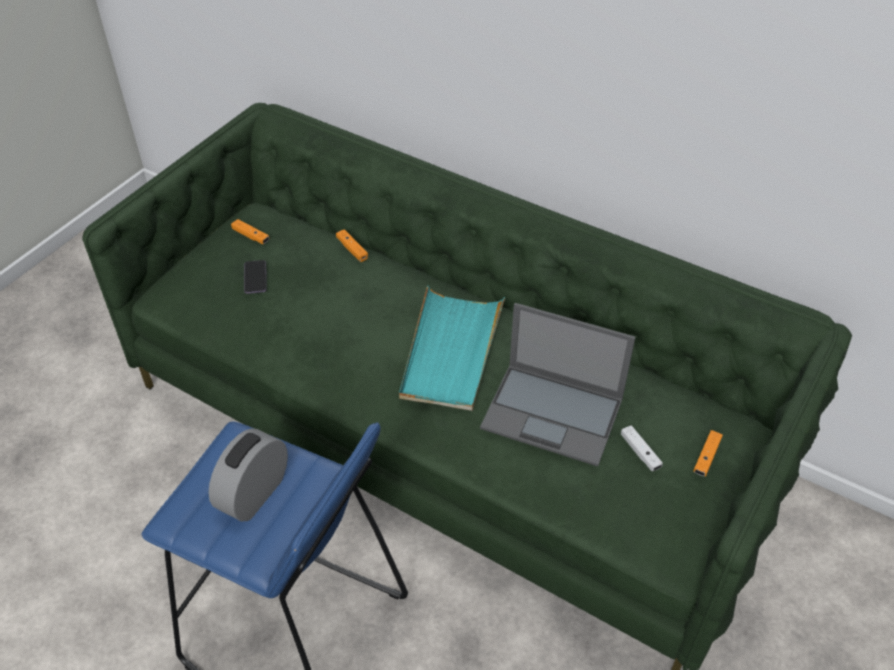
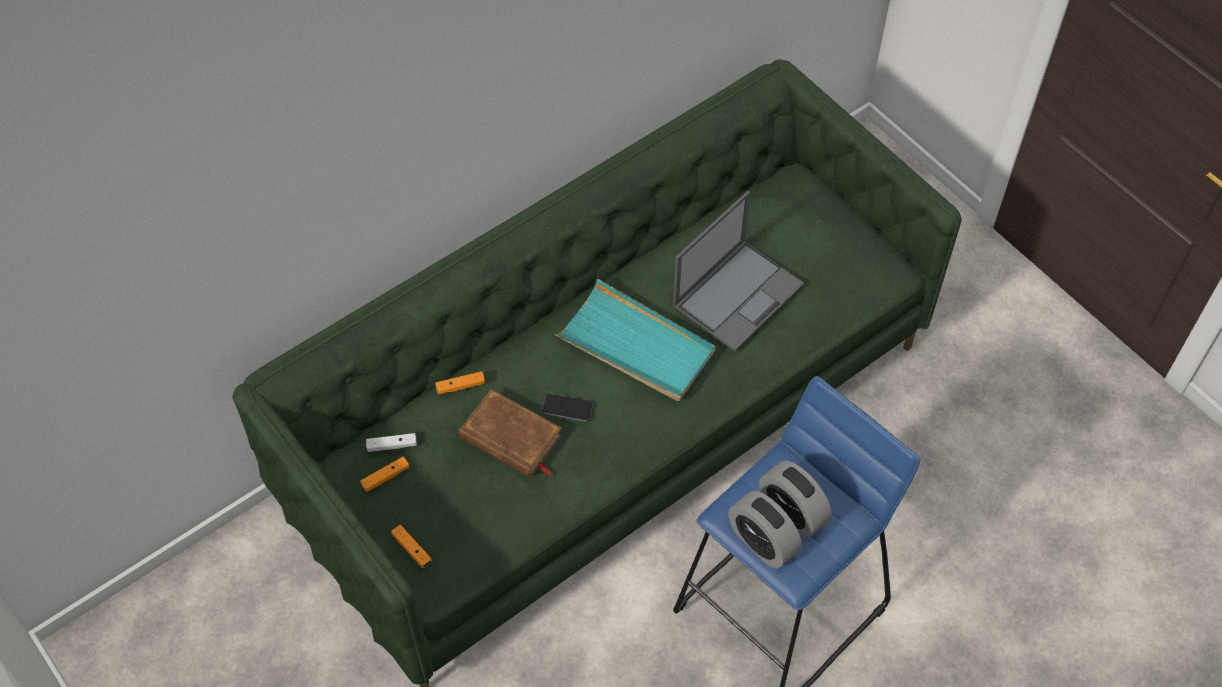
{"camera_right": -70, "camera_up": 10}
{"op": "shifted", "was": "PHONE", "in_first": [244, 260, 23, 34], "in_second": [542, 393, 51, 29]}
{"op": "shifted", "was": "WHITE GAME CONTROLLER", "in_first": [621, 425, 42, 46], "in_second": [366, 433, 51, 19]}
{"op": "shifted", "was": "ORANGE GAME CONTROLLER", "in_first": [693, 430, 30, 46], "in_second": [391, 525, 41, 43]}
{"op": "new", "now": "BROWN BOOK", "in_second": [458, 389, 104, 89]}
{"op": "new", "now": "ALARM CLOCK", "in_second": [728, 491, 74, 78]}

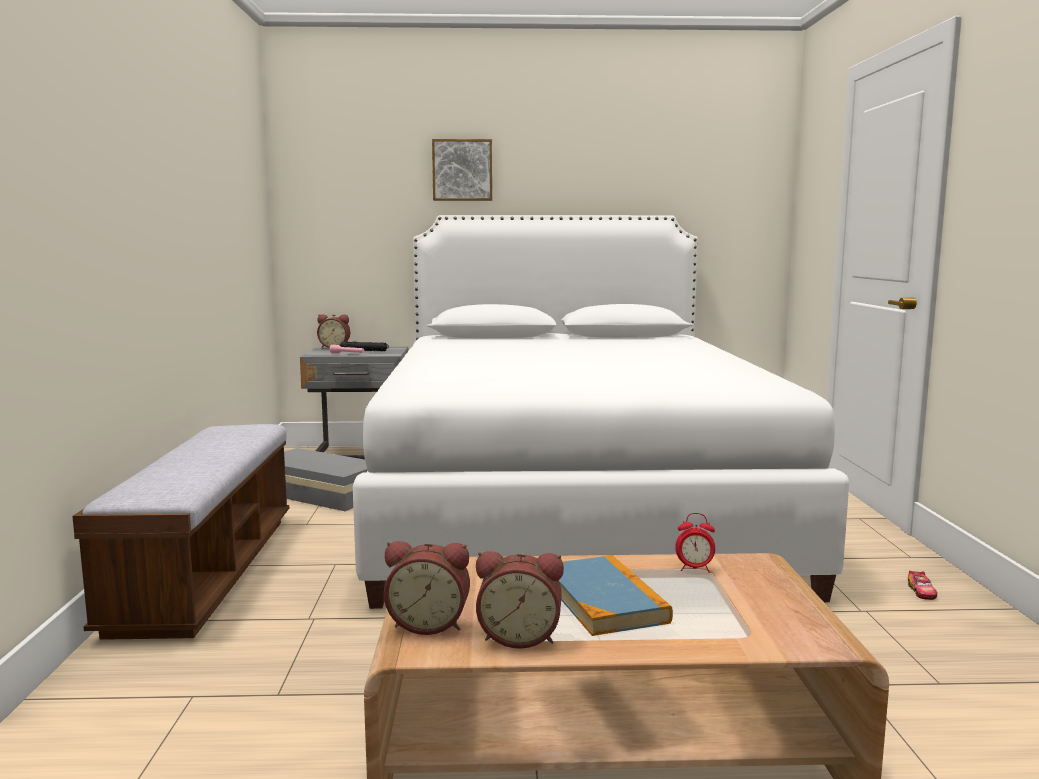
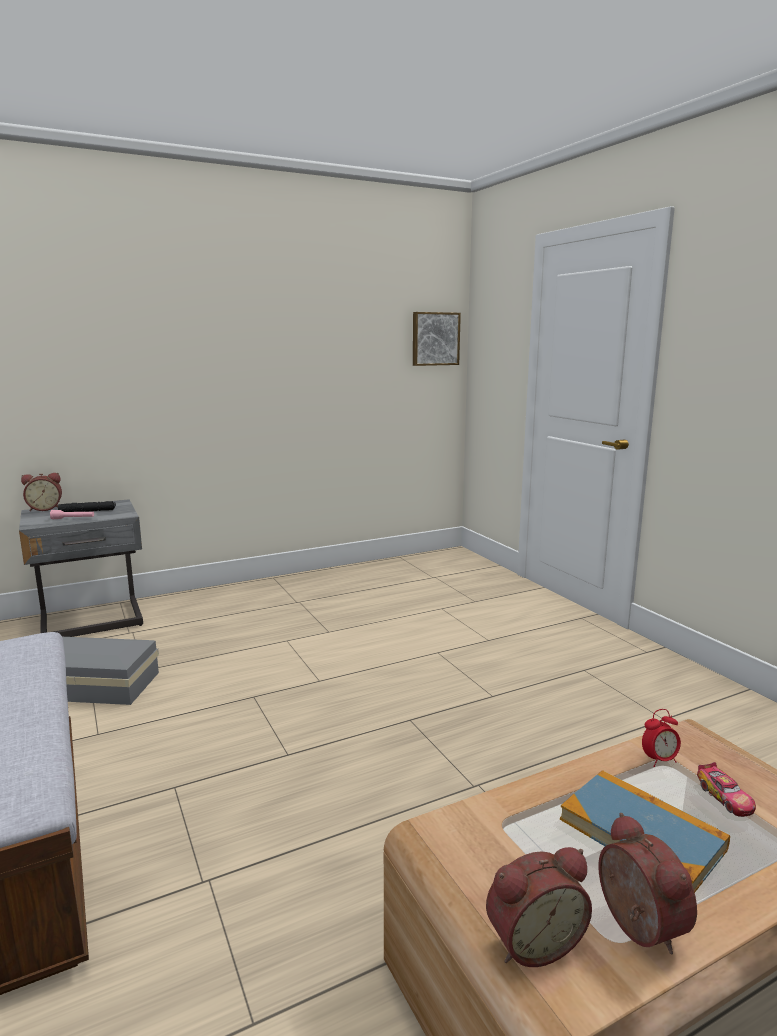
{"camera_right": -25, "camera_up": 5}
{"op": "gone", "was": "WHITE BED", "in_first": [353, 215, 496, 394]}
{"op": "shifted", "was": "PICTURE", "in_first": [432, 139, 60, 62], "in_second": [413, 312, 48, 54]}
{"op": "rotated", "was": "ALARM CLOCK", "in_first": [476, 551, 88, 98], "in_second": [598, 813, 99, 141], "clockwise": -90}
{"op": "shifted", "was": "TOY CAR", "in_first": [908, 571, 29, 29], "in_second": [697, 762, 59, 55]}

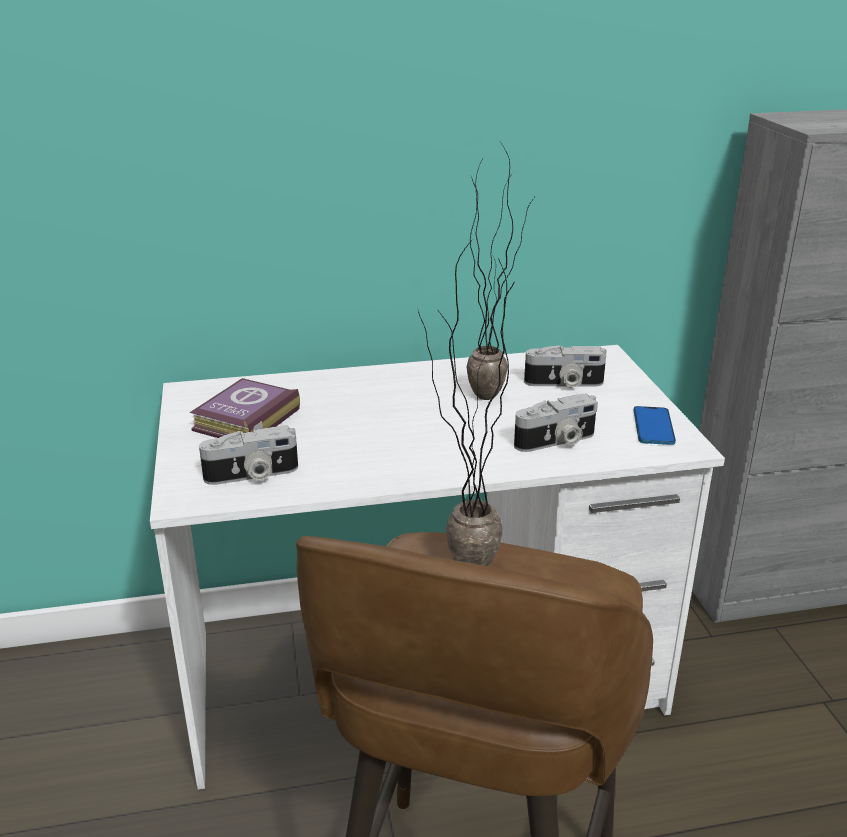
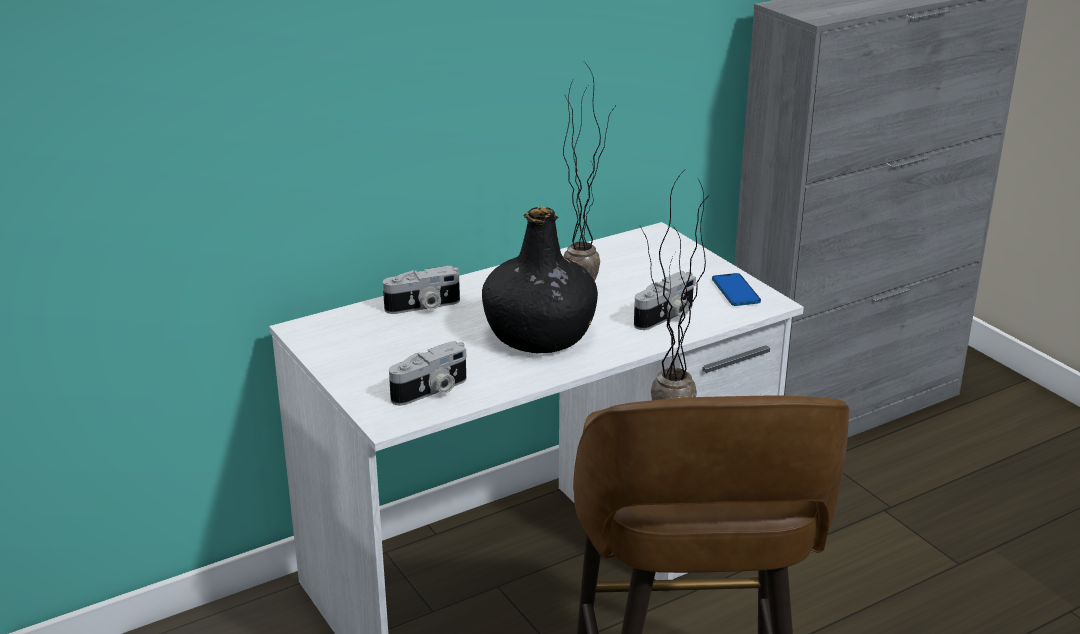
{"camera_right": -20, "camera_up": 0}
{"op": "gone", "was": "BOOK", "in_first": [189, 378, 111, 60]}
{"op": "shifted", "was": "PHOTO CAMERA", "in_first": [524, 345, 83, 43], "in_second": [383, 266, 77, 48]}
{"op": "new", "now": "BLACK BOTTLE", "in_second": [482, 206, 116, 147]}

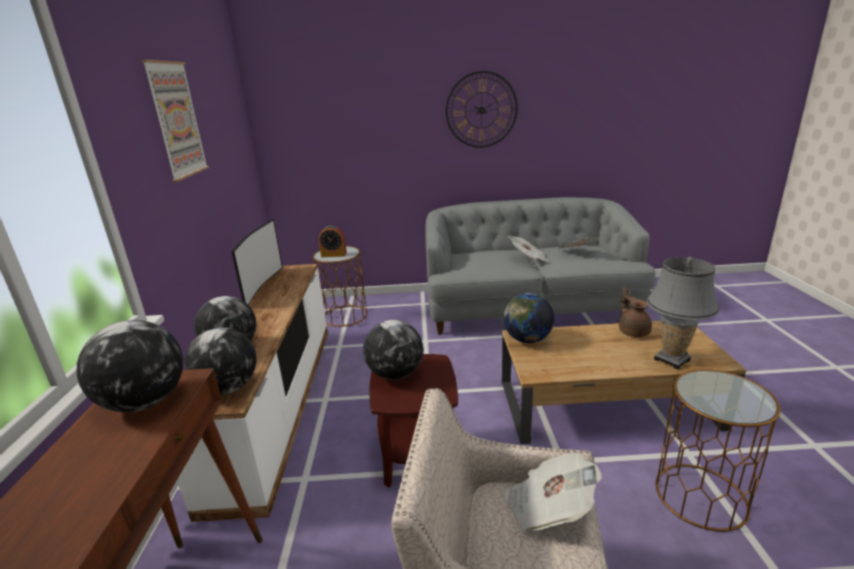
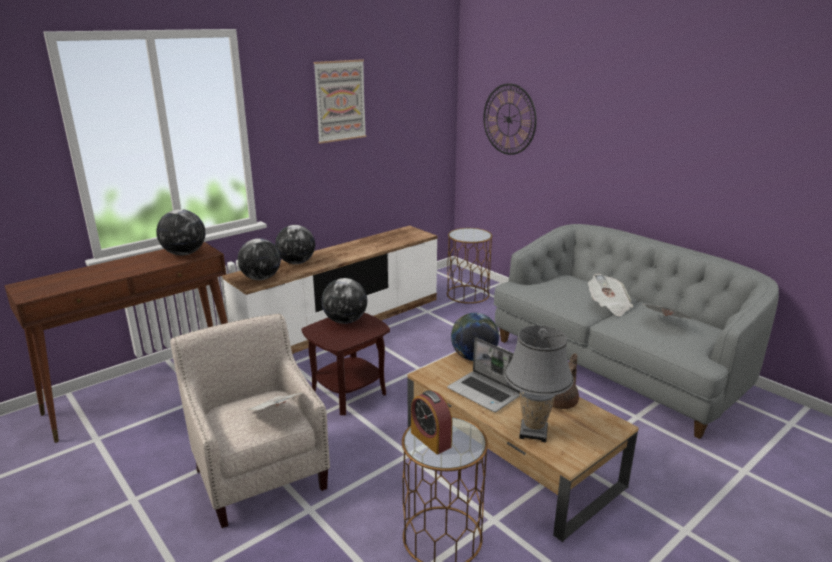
{"camera_right": 50, "camera_up": 0}
{"op": "gone", "was": "TELEVISION", "in_first": [232, 219, 51, 86]}
{"op": "shifted", "was": "ALARM CLOCK", "in_first": [319, 225, 28, 32], "in_second": [411, 390, 41, 64]}
{"op": "shifted", "was": "WALL CLOCK", "in_first": [446, 71, 72, 77], "in_second": [483, 83, 54, 72]}
{"op": "new", "now": "LAPTOP", "in_second": [447, 337, 73, 75]}

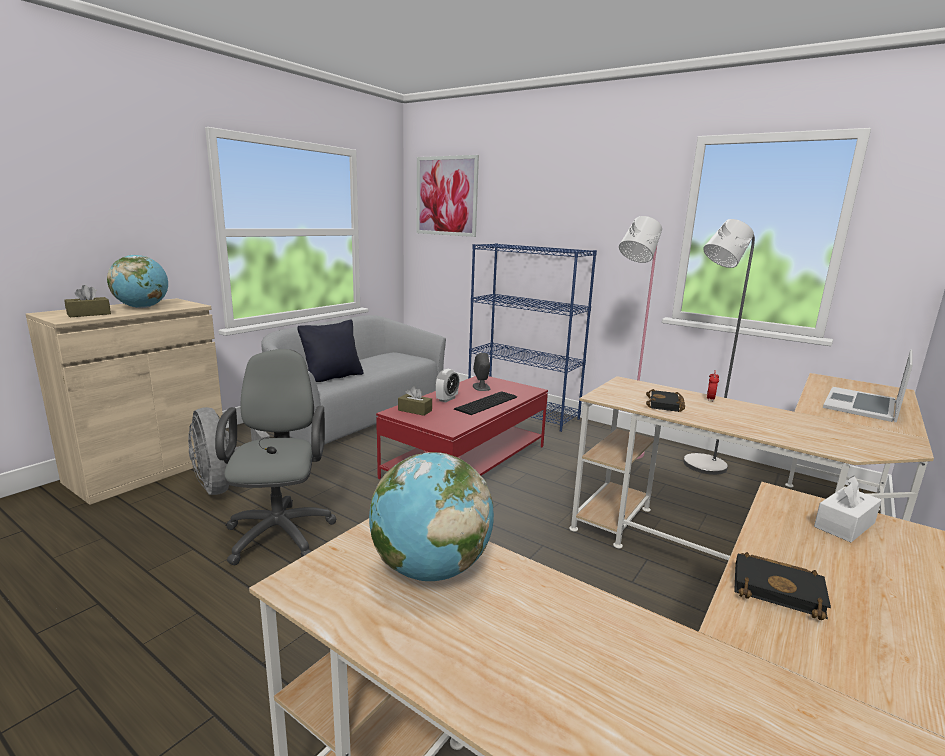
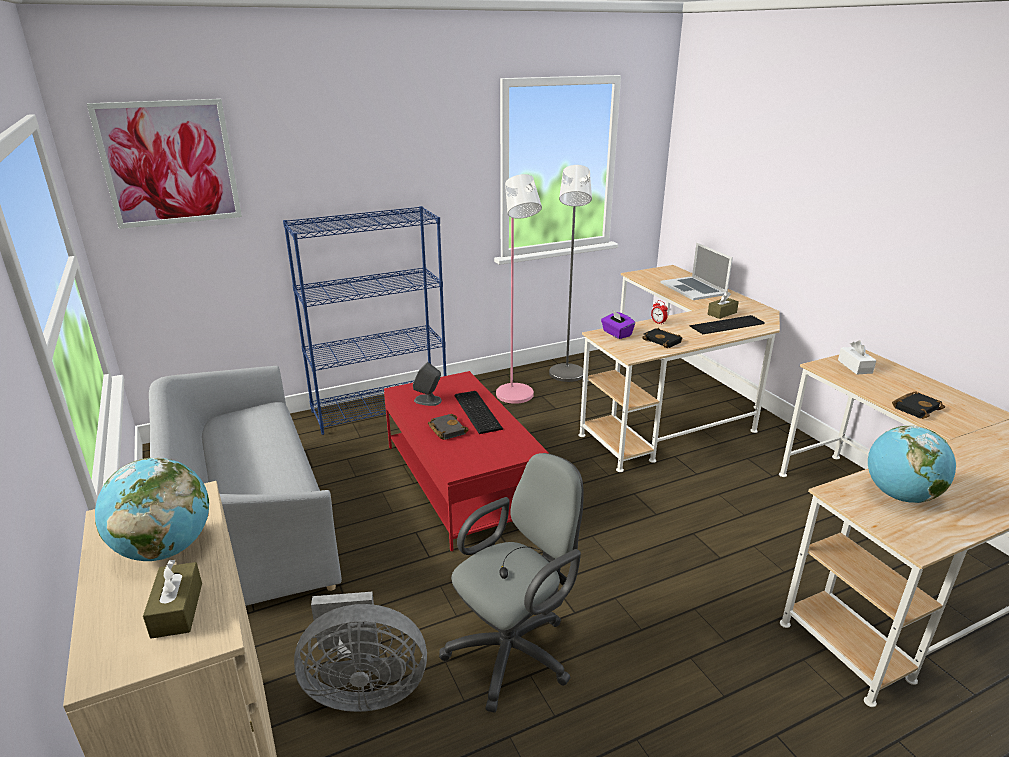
{"camera_right": -60, "camera_up": 10}
{"op": "rotated", "was": "GREY OFFICE CHAIR", "in_first": [215, 349, 122, 216], "in_second": [439, 453, 145, 260], "clockwise": 120}
{"op": "gone", "was": "BLACK PILLOW", "in_first": [297, 320, 67, 62]}
{"op": "shifted", "was": "BROWN TISSUE BOX", "in_first": [398, 386, 34, 30], "in_second": [708, 291, 31, 28]}
{"op": "swapped", "was": "ALARM CLOCK", "now": "BLACK BOOK", "in_first": [435, 369, 25, 33], "in_second": [428, 414, 41, 26]}
{"op": "new", "now": "PURPLE TISSUE BOX", "in_second": [601, 310, 34, 29]}
{"op": "new", "now": "KEYBOARD", "in_second": [689, 315, 76, 19]}

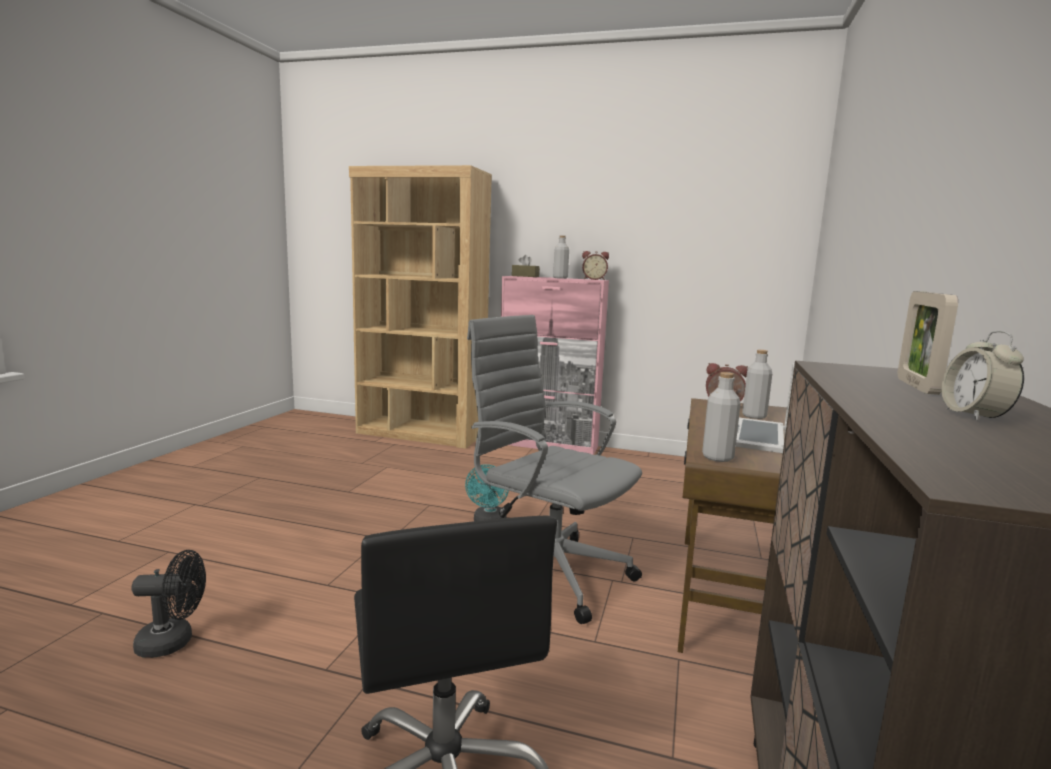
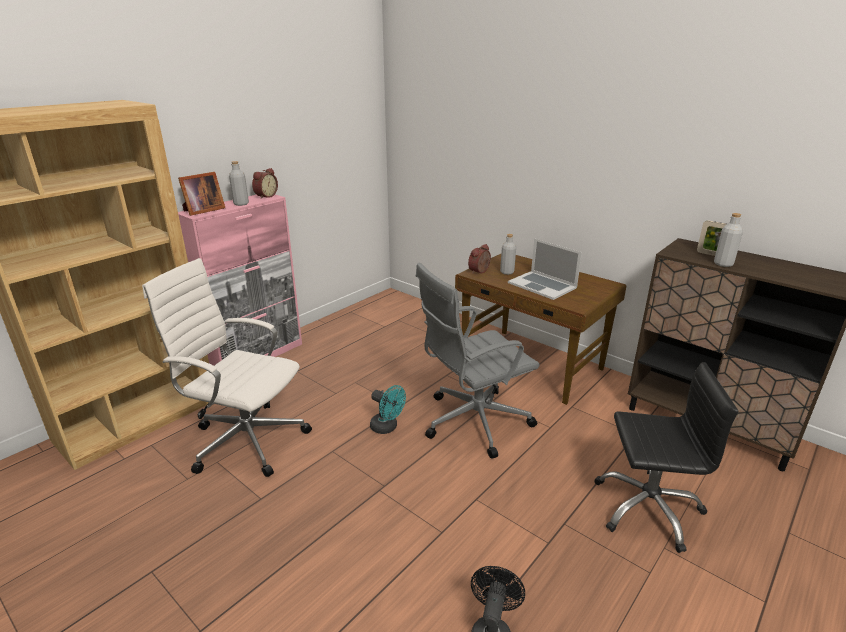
{"camera_right": -65, "camera_up": 15}
{"op": "swapped", "was": "BROWN TISSUE BOX", "now": "PICTURE FRAME", "in_first": [512, 255, 27, 22], "in_second": [178, 172, 47, 44]}
{"op": "shifted", "was": "GREY BOTTLE", "in_first": [702, 372, 39, 90], "in_second": [714, 213, 29, 54]}
{"op": "gone", "was": "ALARM CLOCK", "in_first": [942, 330, 82, 91]}
{"op": "new", "now": "WHITE OFFICE CHAIR", "in_second": [142, 258, 170, 219]}

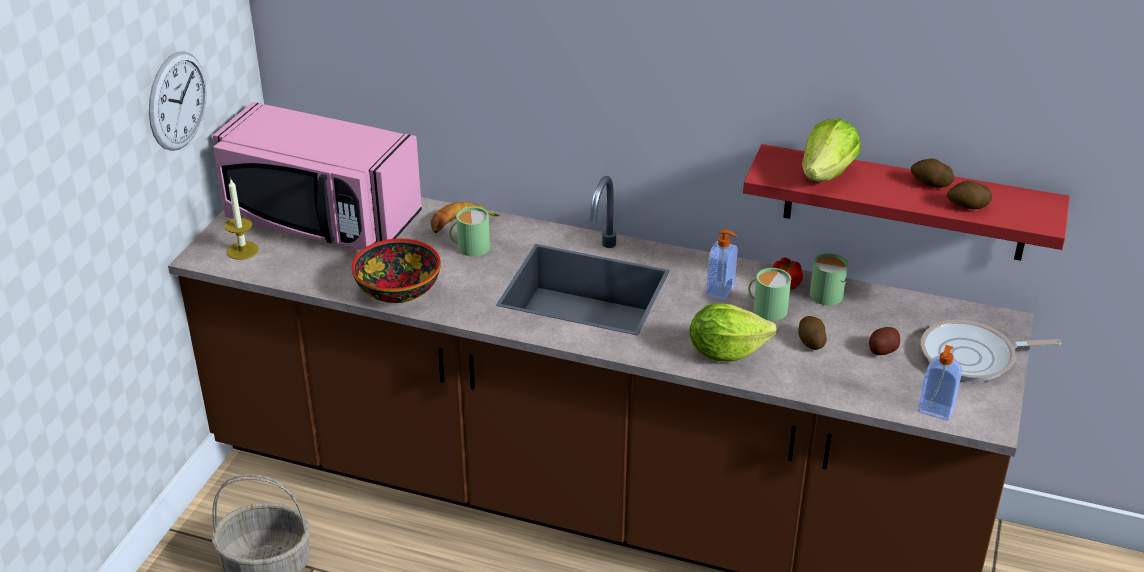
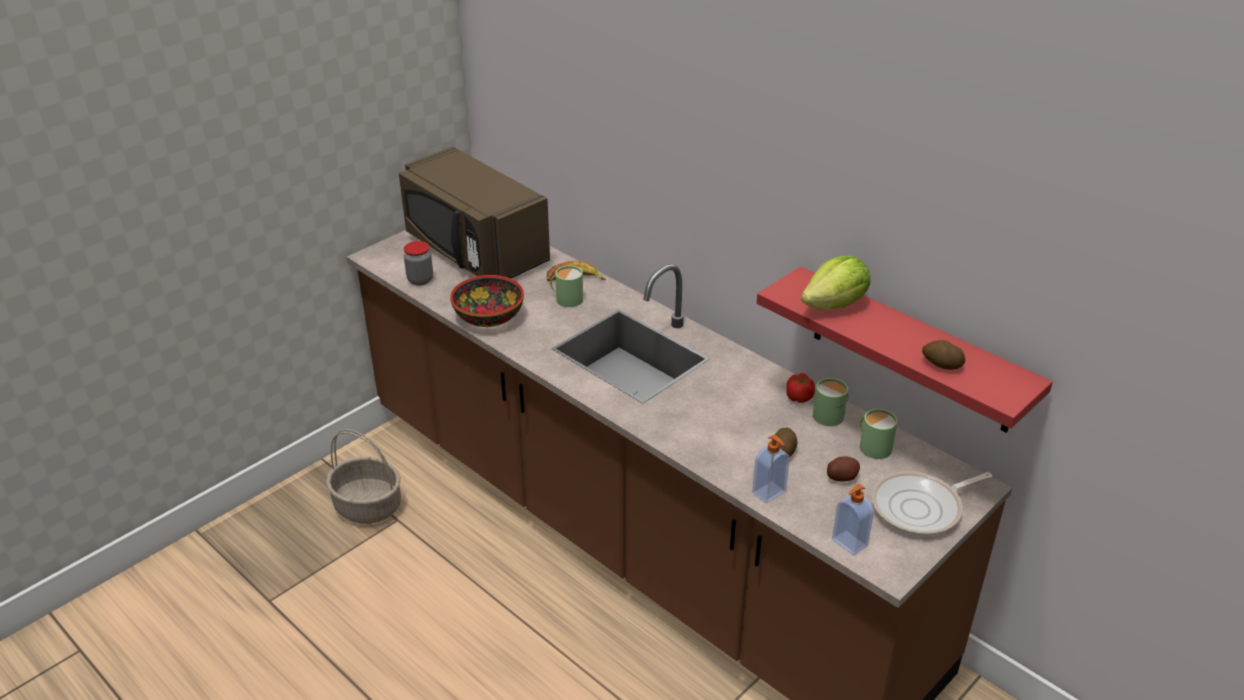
{"camera_right": 25, "camera_up": 0}
{"op": "gone", "was": "WALL CLOCK", "in_first": [149, 51, 58, 100]}
{"op": "repainted", "was": "PINK MICROWAVE", "now": "BROWN MICROWAVE", "in_first": [213, 102, 209, 147], "in_second": [399, 147, 151, 131]}
{"op": "gone", "was": "CANDLE", "in_first": [225, 179, 34, 81]}
{"op": "gone", "was": "LETTUCE", "in_first": [690, 304, 87, 58]}
{"op": "shifted", "was": "SOAP DISPENSER", "in_first": [706, 229, 32, 71], "in_second": [752, 435, 38, 68]}
{"op": "shifted", "was": "GREEN MUG", "in_first": [748, 268, 43, 53], "in_second": [860, 409, 38, 50]}
{"op": "gone", "was": "POTATO", "in_first": [911, 159, 43, 29]}
{"op": "rotated", "was": "FRYING PAN", "in_first": [921, 320, 141, 62], "in_second": [872, 471, 120, 65], "clockwise": -45}
{"op": "new", "now": "JAR", "in_second": [404, 241, 29, 44]}

